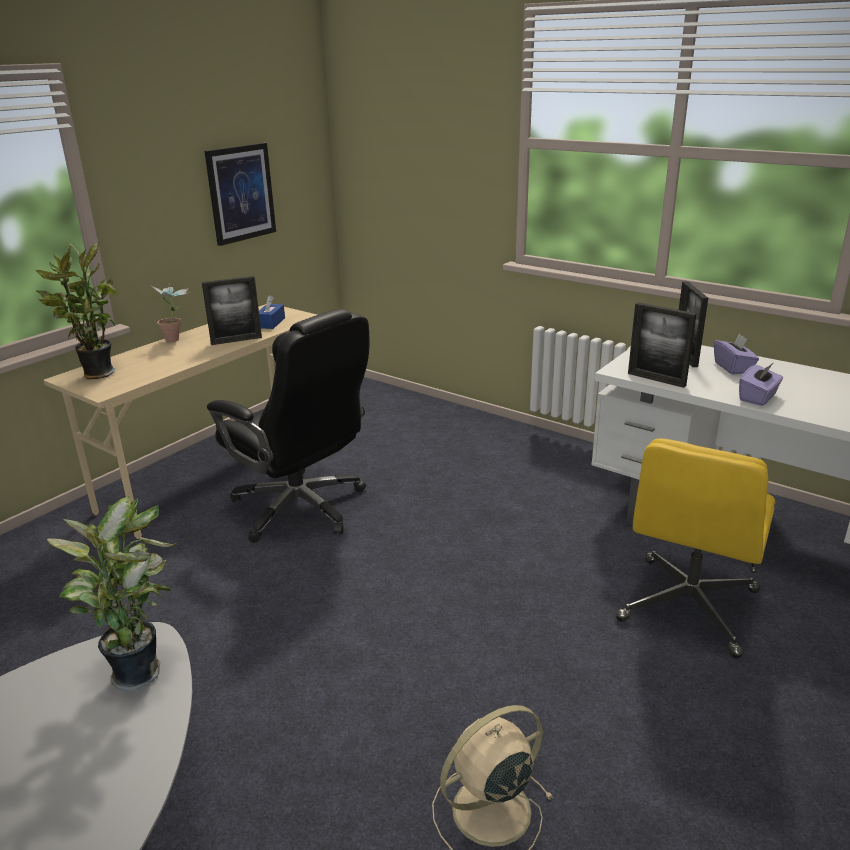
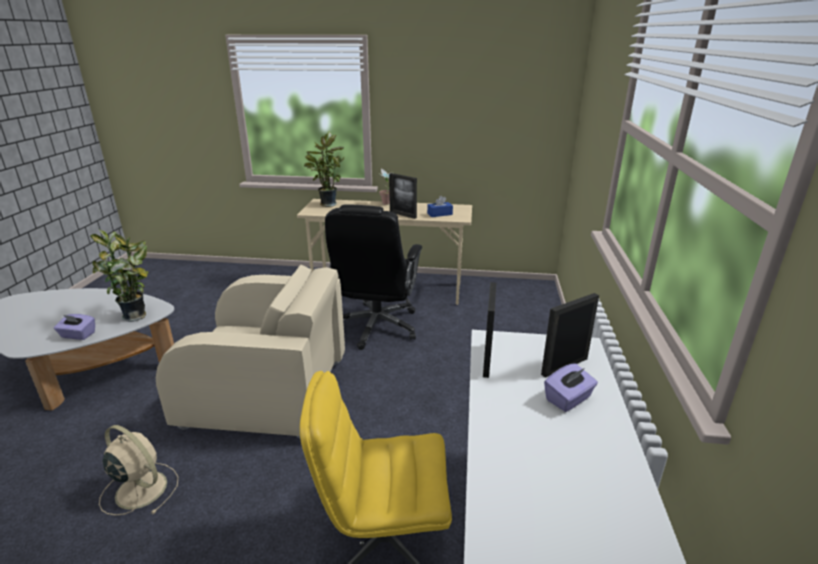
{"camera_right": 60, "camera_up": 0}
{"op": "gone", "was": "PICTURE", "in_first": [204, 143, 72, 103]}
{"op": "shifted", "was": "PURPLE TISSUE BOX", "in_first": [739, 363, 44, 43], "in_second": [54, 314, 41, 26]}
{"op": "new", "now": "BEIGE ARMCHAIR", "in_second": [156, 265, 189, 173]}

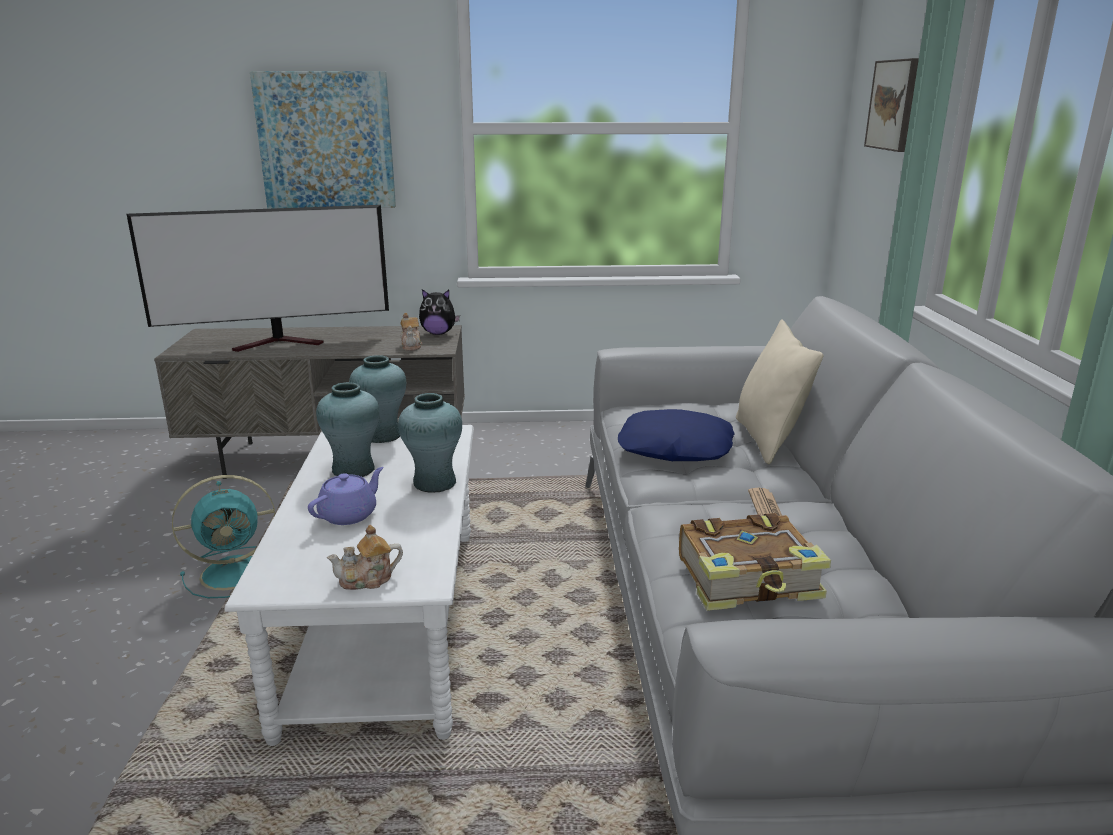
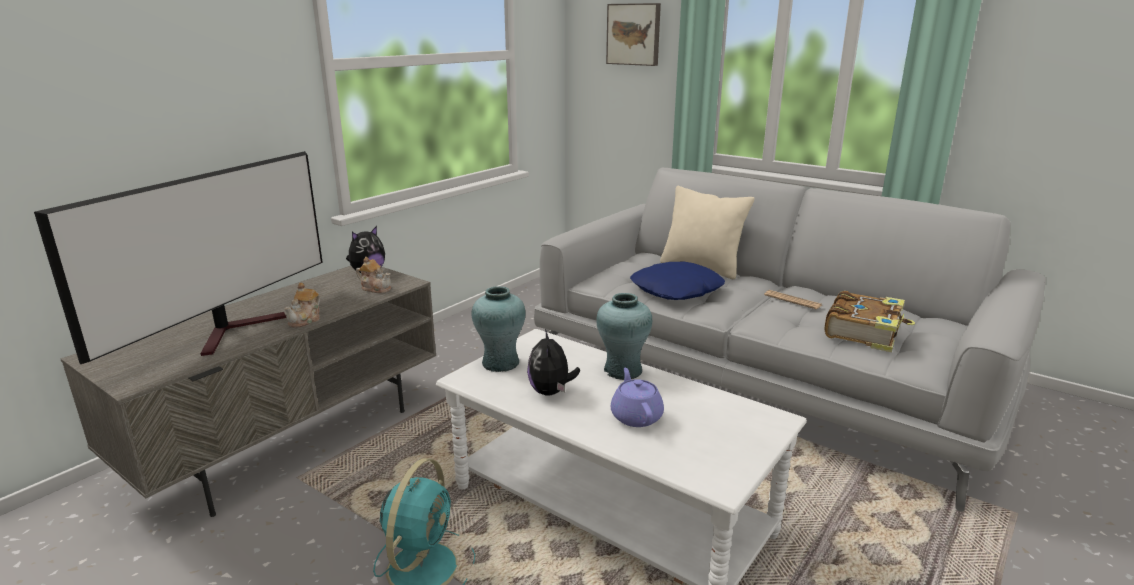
{"camera_right": -50, "camera_up": 0}
{"op": "gone", "was": "PICTURE", "in_first": [250, 71, 146, 138]}
{"op": "swapped", "was": "TURQUOISE VASE", "now": "PLUSH TOY", "in_first": [316, 382, 64, 95], "in_second": [527, 329, 53, 67]}
{"op": "shifted", "was": "TEAPOT", "in_first": [327, 525, 76, 65], "in_second": [284, 283, 36, 45]}

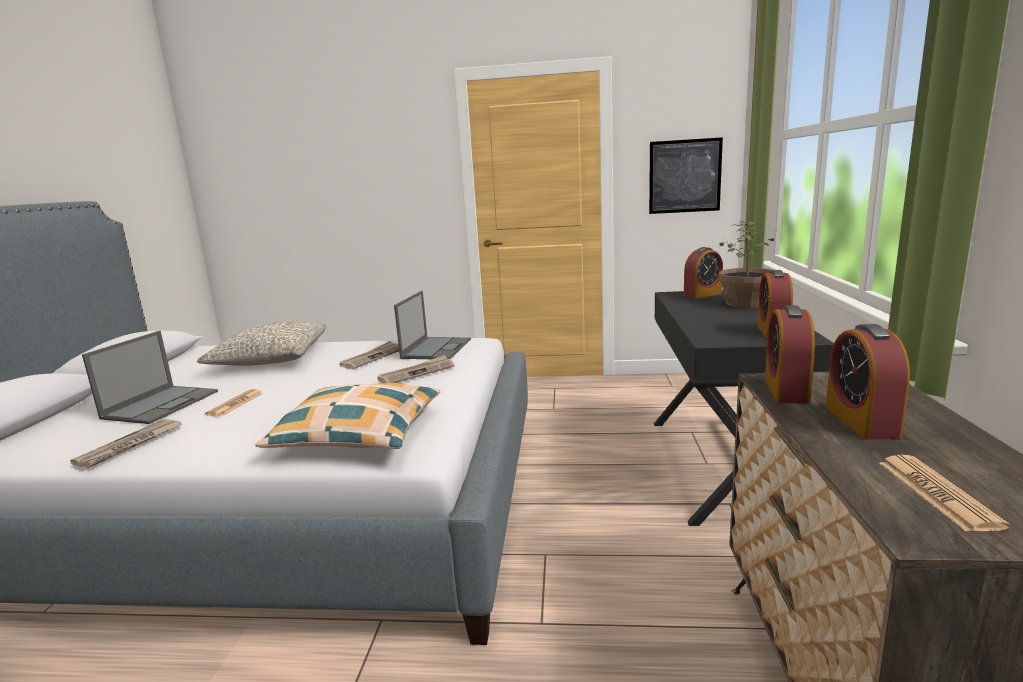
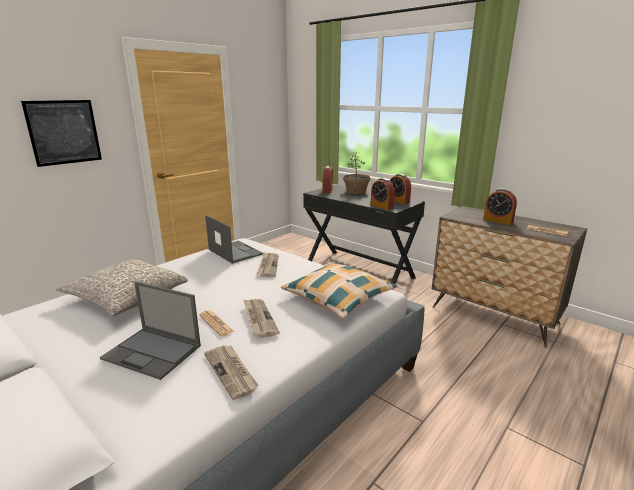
{"camera_right": -55, "camera_up": 5}
{"op": "rotated", "was": "LAPTOP", "in_first": [82, 331, 136, 93], "in_second": [100, 281, 101, 99], "clockwise": 150}
{"op": "shifted", "was": "NEWSPAPER", "in_first": [340, 341, 59, 28], "in_second": [243, 299, 37, 39]}
{"op": "shifted", "was": "PICTURE", "in_first": [649, 137, 74, 77], "in_second": [21, 100, 81, 67]}
{"op": "shifted", "was": "ALARM CLOCK", "in_first": [765, 305, 50, 99], "in_second": [371, 178, 24, 32]}

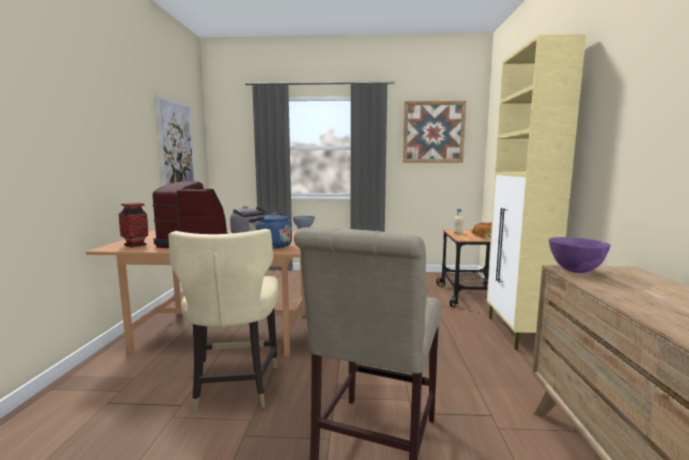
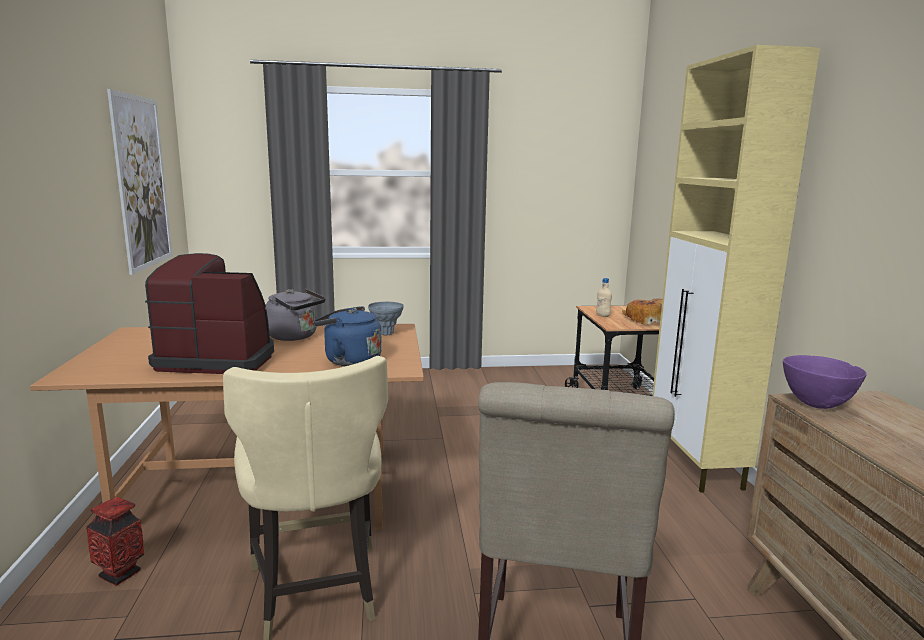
{"camera_right": -10, "camera_up": 5}
{"op": "shifted", "was": "VASE", "in_first": [119, 203, 29, 45], "in_second": [86, 497, 58, 89]}
{"op": "gone", "was": "PICTURE", "in_first": [403, 101, 63, 62]}

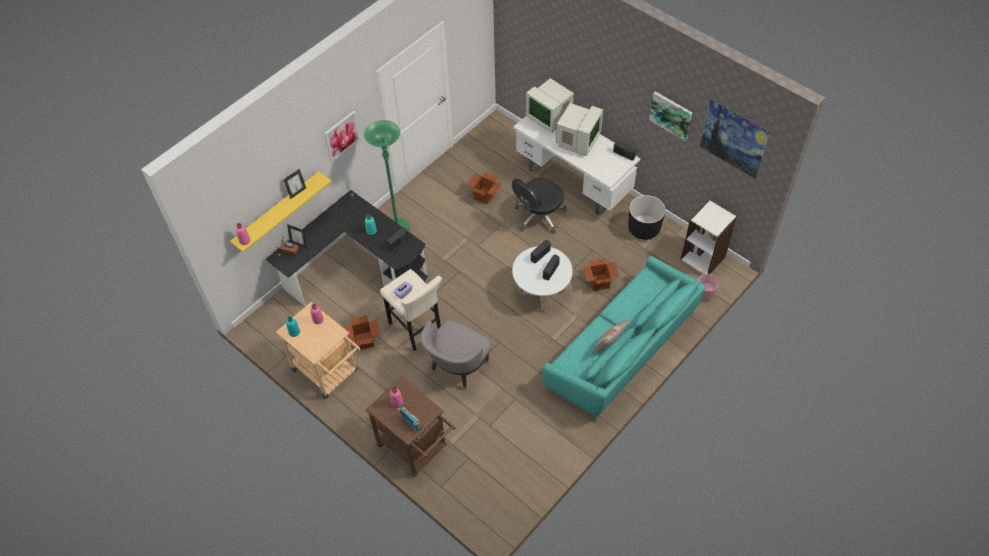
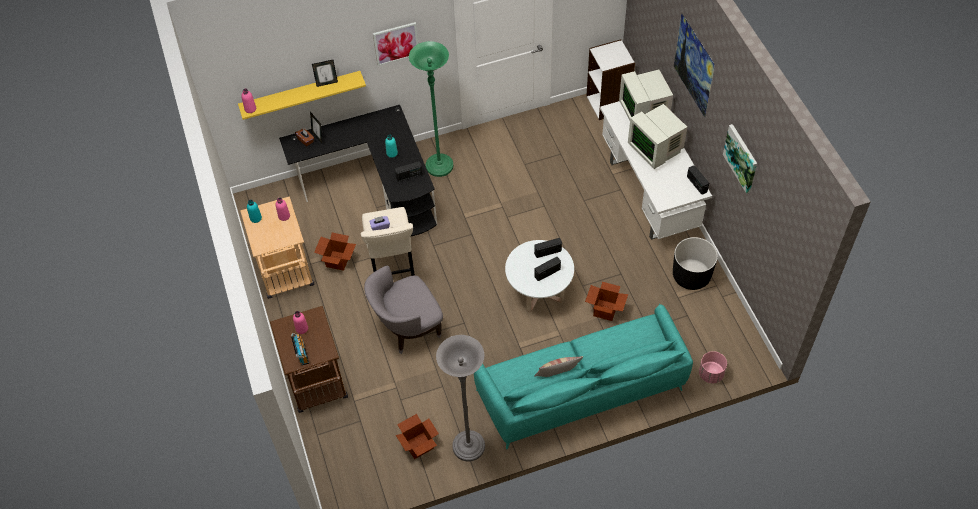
{"camera_right": 30, "camera_up": 0}
{"op": "shifted", "was": "CARDBOARD BOX", "in_first": [467, 172, 34, 32], "in_second": [396, 414, 43, 45]}
{"op": "gone", "was": "BLACK OFFICE CHAIR", "in_first": [512, 178, 55, 56]}
{"op": "rotated", "was": "MONITOR", "in_first": [556, 103, 47, 53], "in_second": [628, 104, 59, 65], "clockwise": 90}
{"op": "shifted", "was": "WHITE BOOKCASE", "in_first": [681, 200, 56, 74], "in_second": [586, 39, 49, 81]}
{"op": "shifted", "was": "PICTURE", "in_first": [700, 99, 70, 80], "in_second": [674, 13, 41, 104]}
{"op": "new", "now": "GREY FLOOR LAMP", "in_second": [436, 335, 49, 126]}

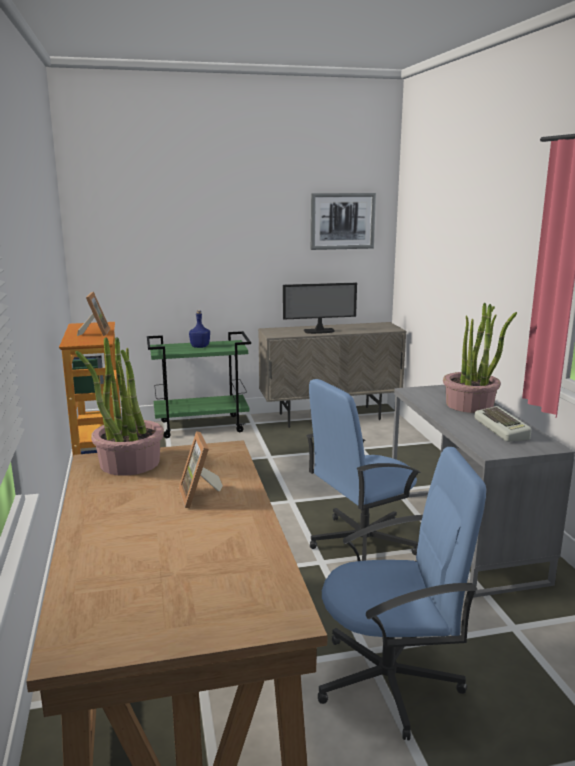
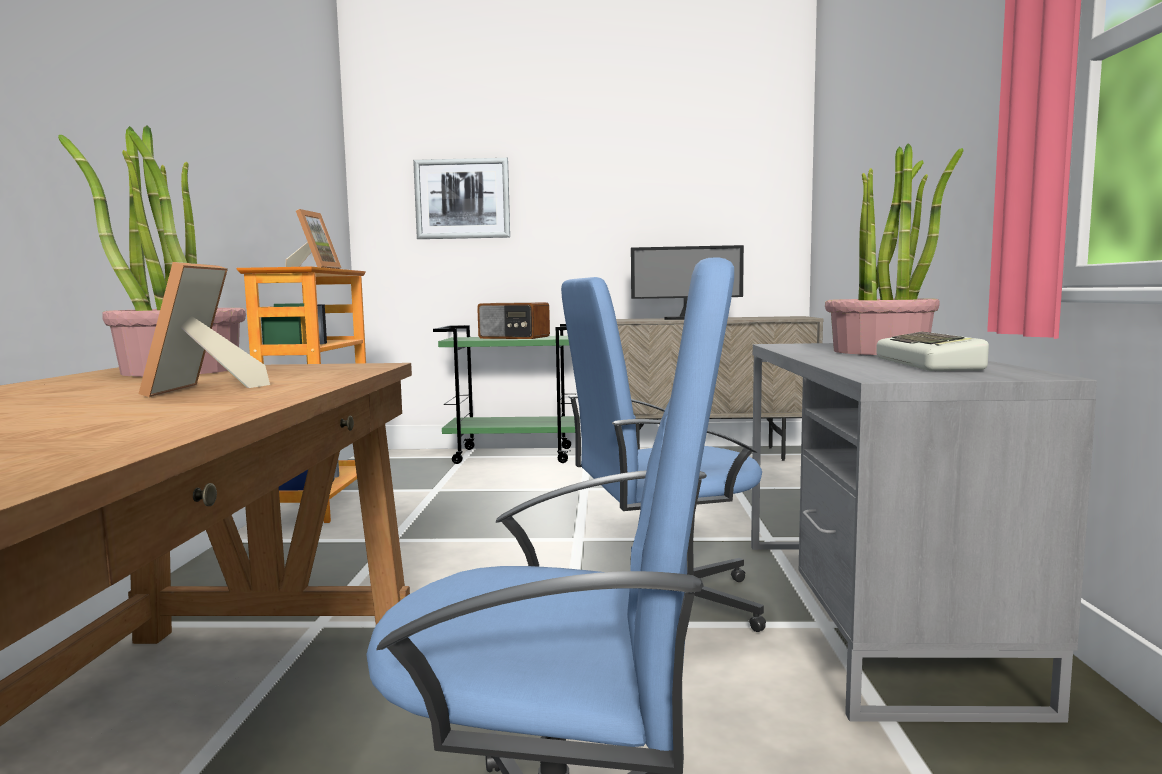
{"camera_right": 15, "camera_up": -10}
{"op": "swapped", "was": "BLUE BOTTLE", "now": "RADIO", "in_first": [189, 310, 21, 38], "in_second": [477, 302, 73, 37]}
{"op": "shifted", "was": "PICTURE", "in_first": [311, 193, 65, 57], "in_second": [413, 158, 97, 81]}

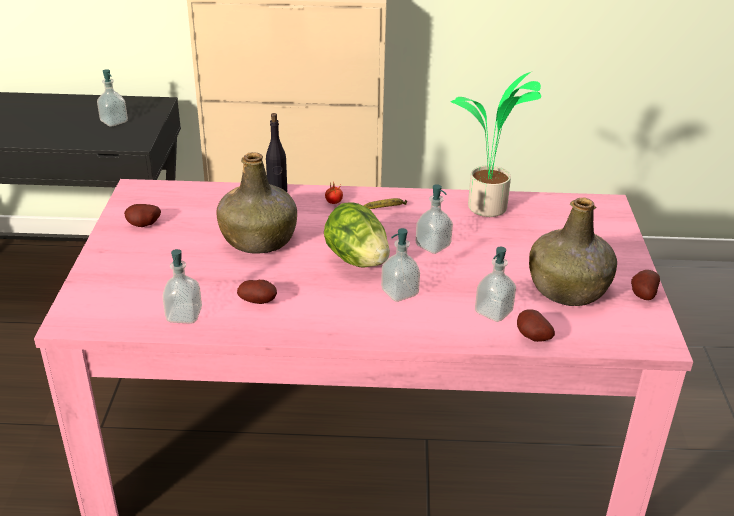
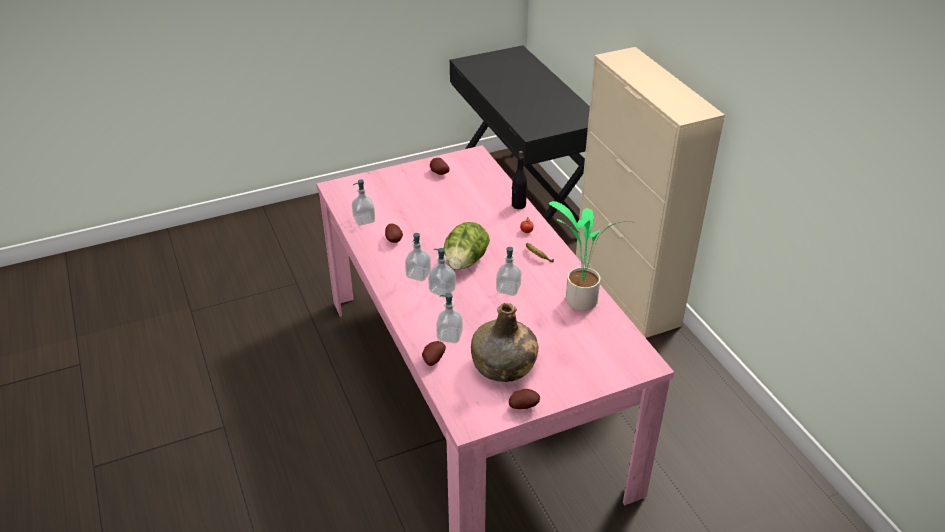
{"camera_right": 65, "camera_up": 5}
{"op": "shifted", "was": "SOAP DISPENSER", "in_first": [97, 69, 31, 58], "in_second": [405, 233, 26, 48]}
{"op": "gone", "was": "GREEN BOTTLE", "in_first": [217, 152, 80, 102]}

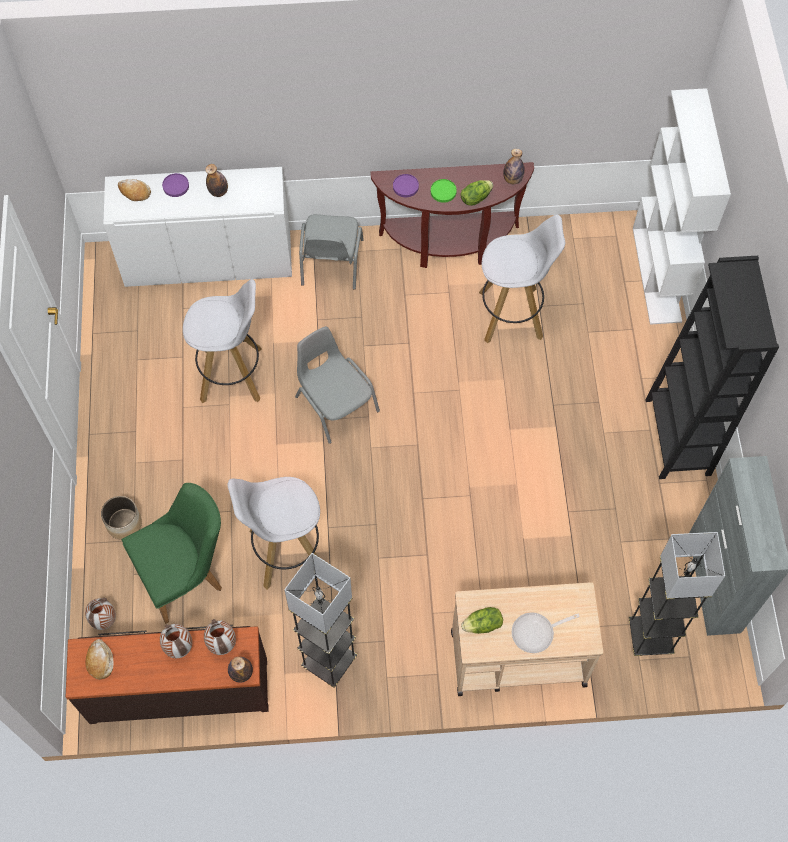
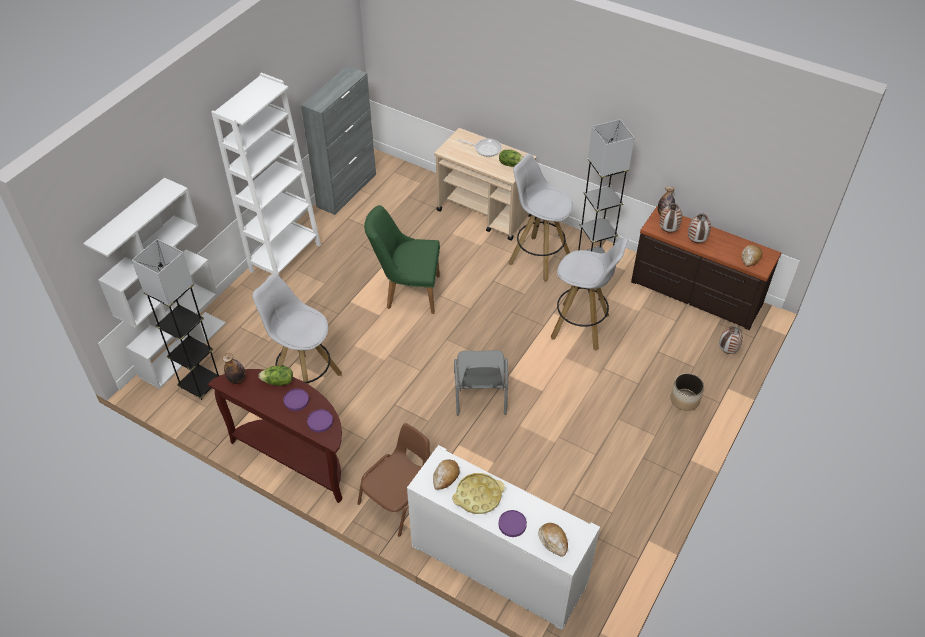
{"camera_right": -145, "camera_up": -15}
{"op": "shifted", "was": "GREEN CHAIR", "in_first": [122, 483, 100, 141], "in_second": [364, 205, 76, 109]}
{"op": "shifted", "was": "WHITE STOOL", "in_first": [183, 279, 79, 124], "in_second": [509, 154, 64, 127]}
{"op": "swapped", "was": "BOTTLE", "now": "YELLOW TRAY", "in_first": [205, 164, 23, 33], "in_second": [452, 473, 53, 41]}
{"op": "repainted", "was": "GREY CHAIR", "now": "BROWN CHAIR", "in_first": [299, 214, 65, 75], "in_second": [357, 423, 73, 114]}
{"op": "repainted", "was": "GREEN PLATE", "now": "PURPLE PLATE", "in_first": [431, 179, 26, 24], "in_second": [284, 389, 25, 22]}
{"op": "shifted", "was": "GREY FLOOR LAMP", "in_first": [629, 532, 96, 124], "in_second": [132, 239, 88, 161]}
{"op": "repainted", "was": "BLACK BOOKCASE", "now": "WHITE BOOKCASE", "in_first": [645, 256, 134, 223], "in_second": [211, 73, 110, 204]}
{"op": "new", "now": "BREAD", "in_second": [433, 459, 27, 31]}

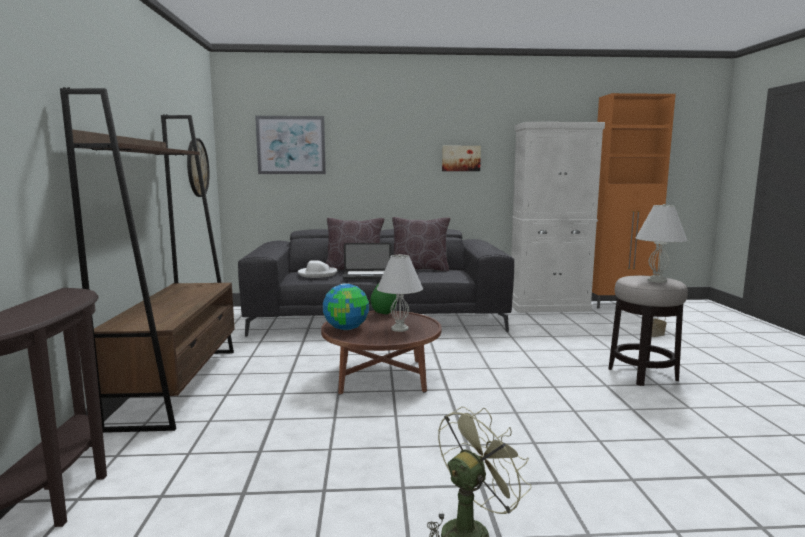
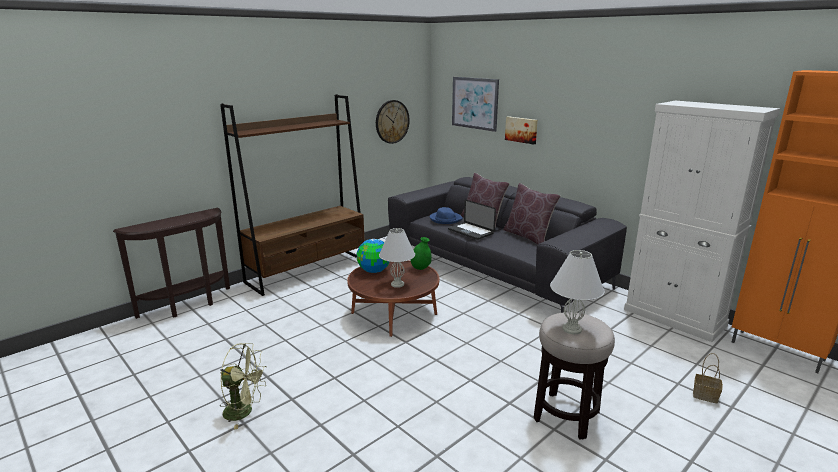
{"camera_right": 50, "camera_up": 10}
{"op": "repainted", "was": "WHITE HAT", "now": "BLUE HAT", "in_first": [298, 260, 40, 18], "in_second": [430, 207, 33, 17]}
{"op": "shifted", "was": "PICTURE", "in_first": [442, 146, 39, 25], "in_second": [505, 116, 33, 28]}

